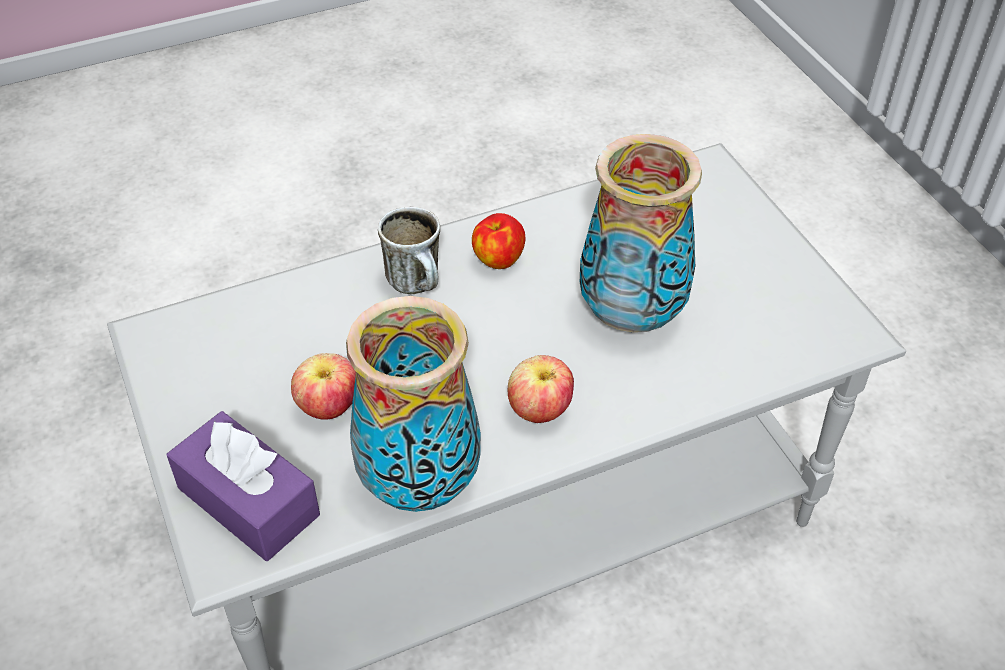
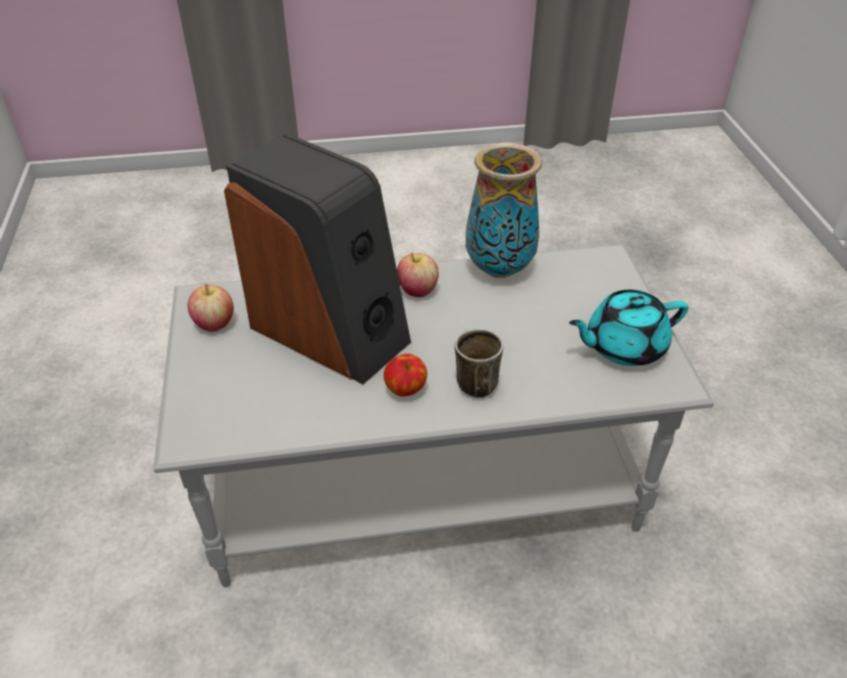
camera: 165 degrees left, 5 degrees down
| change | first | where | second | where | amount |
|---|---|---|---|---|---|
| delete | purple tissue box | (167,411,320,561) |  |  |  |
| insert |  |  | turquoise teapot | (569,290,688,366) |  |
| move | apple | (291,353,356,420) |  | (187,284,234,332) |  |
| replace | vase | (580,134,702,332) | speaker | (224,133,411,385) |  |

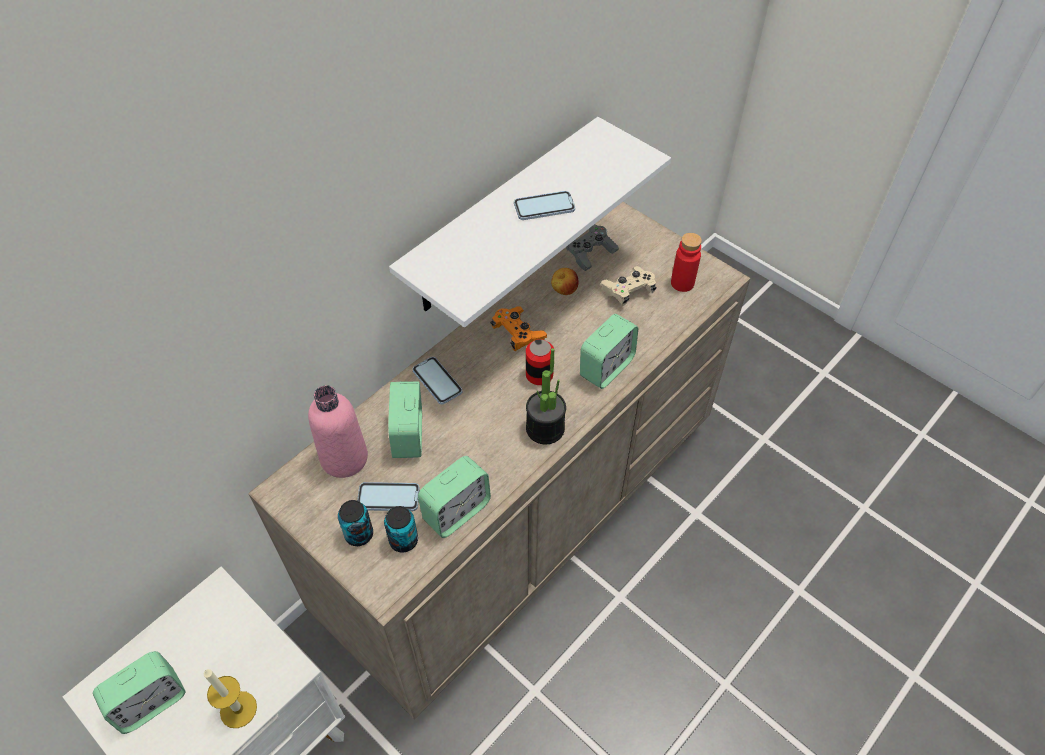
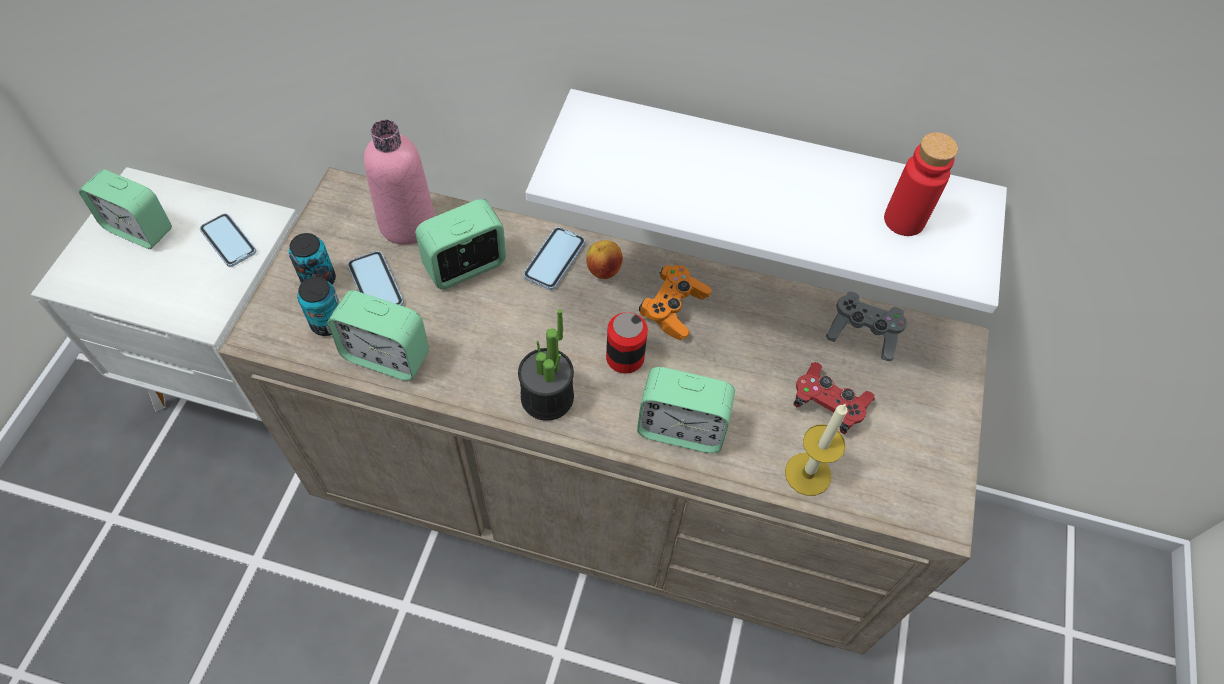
camera: 60 degrees right, 5 degrees up
| change | first | where | second | where | amount |
|---|---|---|---|---|---|
| move | candle | (204,669,257,728) |  | (785,403,848,496) |  |
| move | phone | (514,191,575,220) |  | (200,213,256,267) |  |
| move | apple | (551,268,579,295) |  | (586,240,623,279) |  |
| move | red bottle | (671,233,702,292) |  | (884,132,958,236) |  |
| recolor | beige game controller | (600,266,656,306) | red game controller | (794,362,875,434) |  |

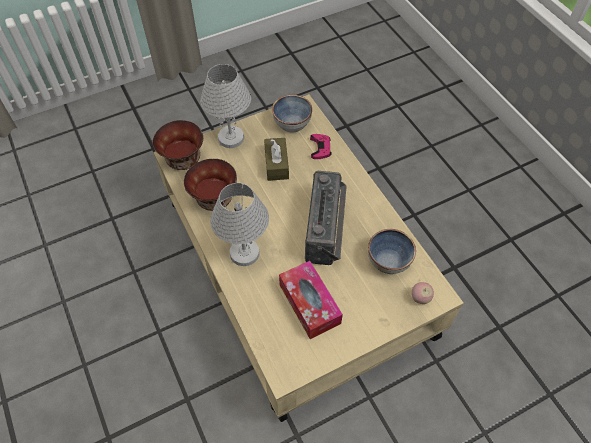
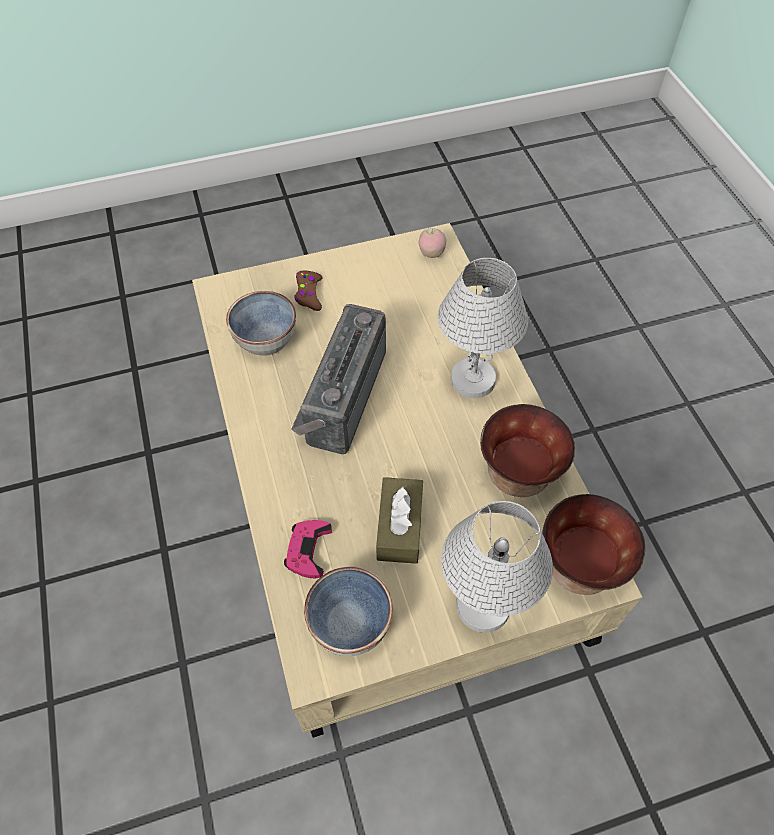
camera: 170 degrees left, 0 degrees up
| change | first | where | second | where | amount |
|---|---|---|---|---|---|
| delete | tissue box | (279,261,343,339) |  |  |  |
| insert |  |  | brown game controller | (294,271,323,311) |  |
| move | apple | (412,282,434,304) |  | (419,228,446,258) |  |

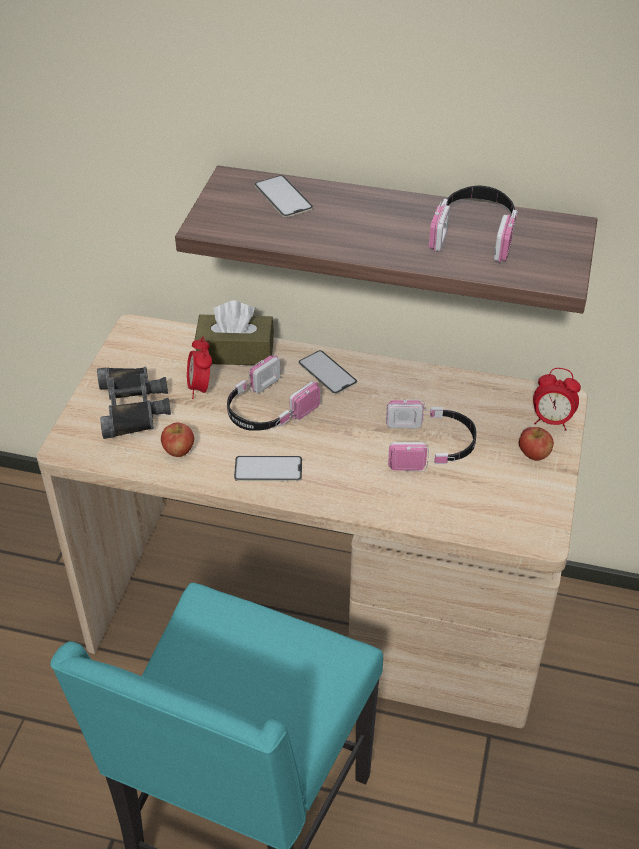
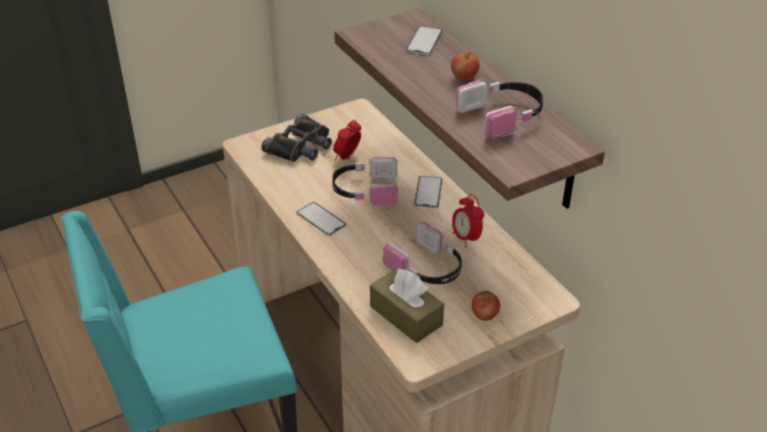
camera: 45 degrees right, 5 degrees down
| change | first | where | second | where | amount |
|---|---|---|---|---|---|
| move | apple | (161,422,194,457) |  | (451,52,480,81) |  |
| move | brown tissue box | (195,301,274,365) |  | (370,268,444,343) |  |
| move | alarm clock | (533,368,581,431) |  | (452,194,484,248) |  |

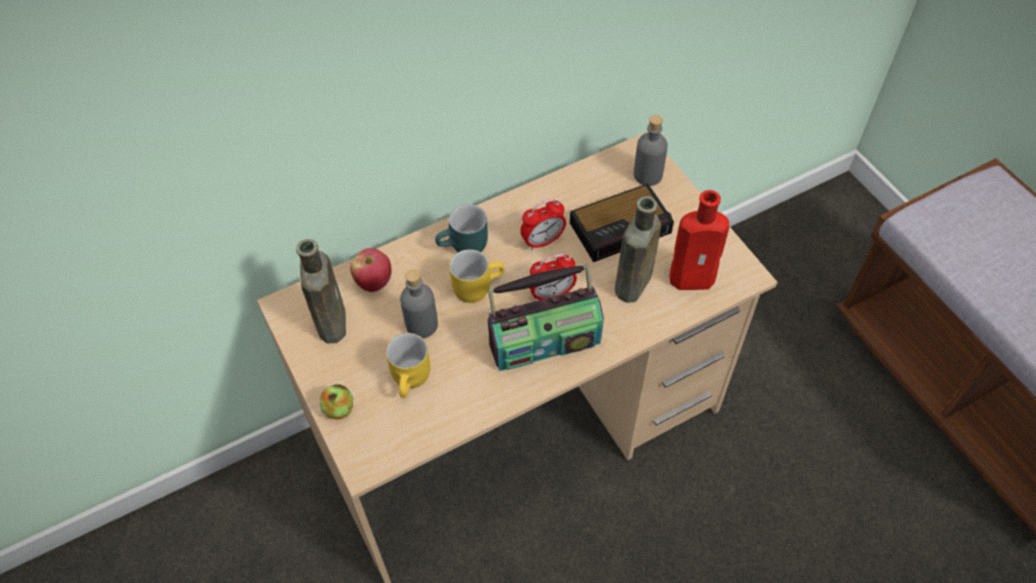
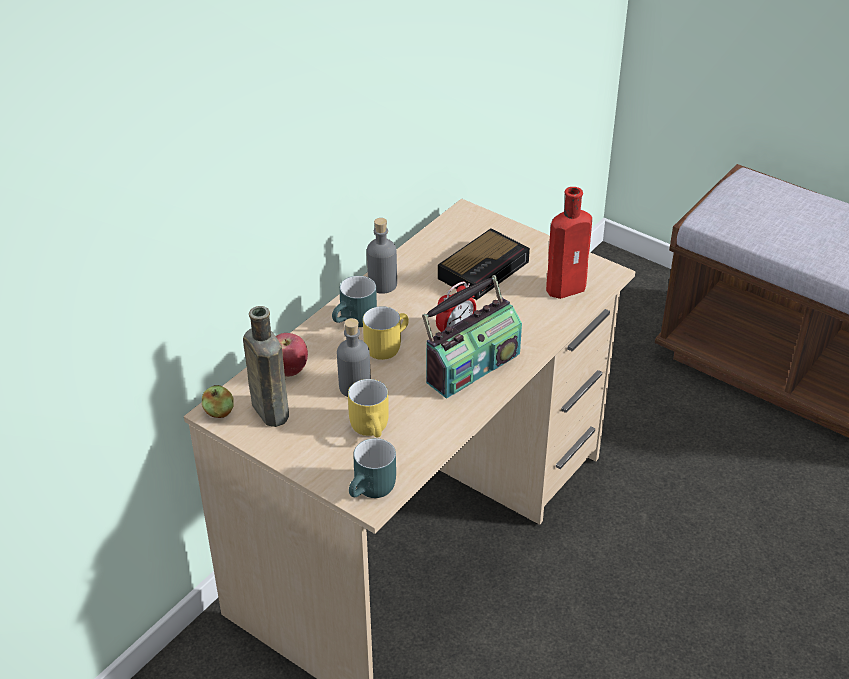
camera: 25 degrees left, 15 degrees down
| change | first | where | second | where | amount |
|---|---|---|---|---|---|
| delete | alarm clock | (520,199,566,250) |  |  |  |
| delete | brown bottle | (615,196,661,303) |  |  |  |
| insert |  |  | turquoise mug | (349,438,396,498) |  |
| move | apple | (320,385,353,419) |  | (202,385,234,418) |  |
| move | grey bottle | (634,115,668,186) |  | (367,218,397,294) |  |

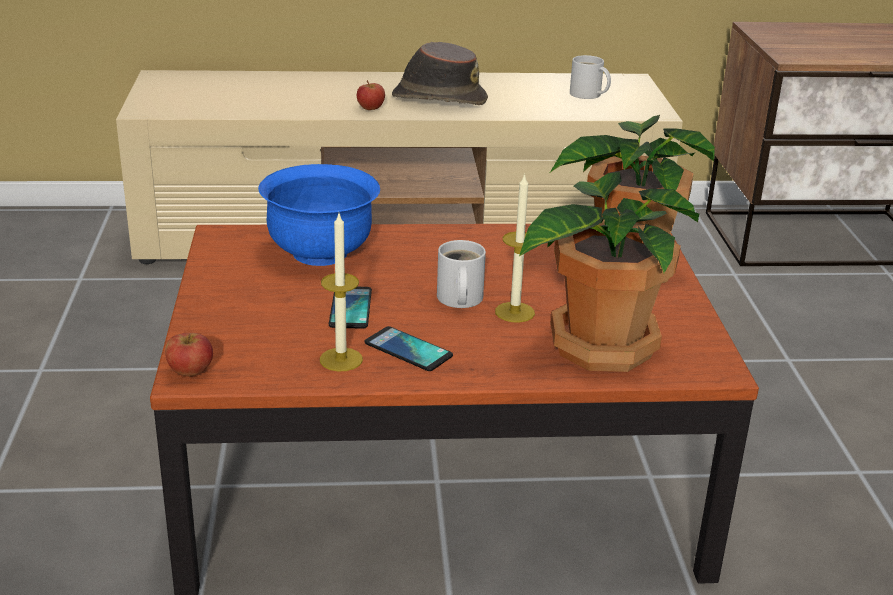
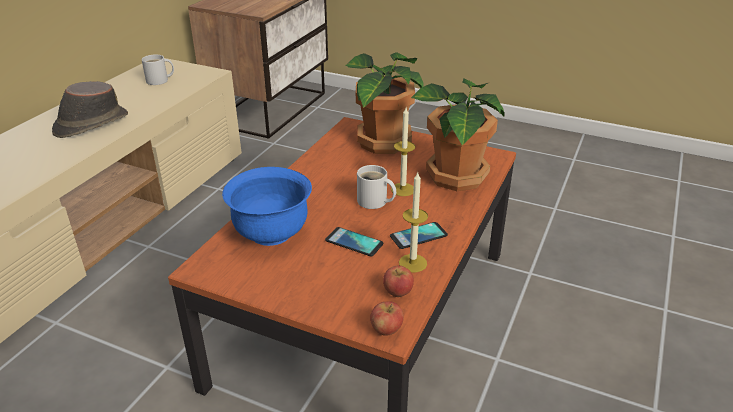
camera: 60 degrees left, 5 degrees up
| change | first | where | second | where | amount |
|---|---|---|---|---|---|
| move | apple | (357,80,385,110) |  | (383,265,414,297) |  |

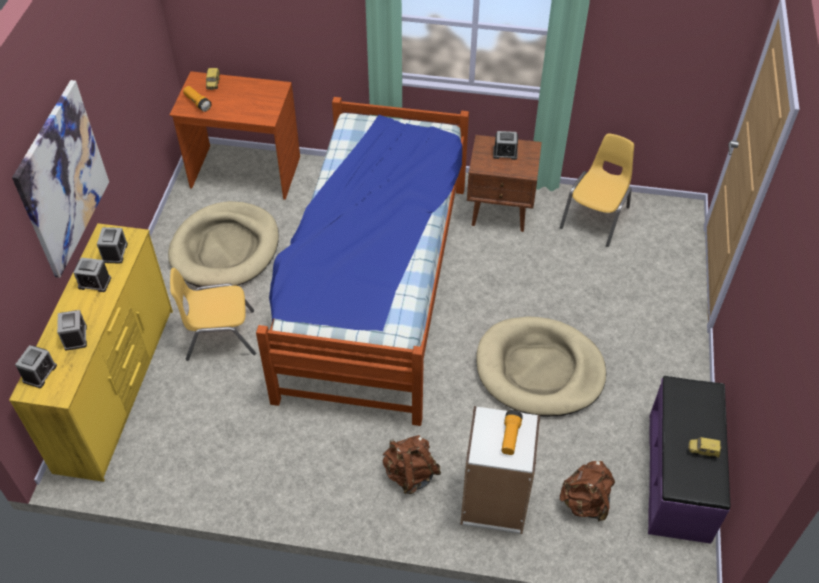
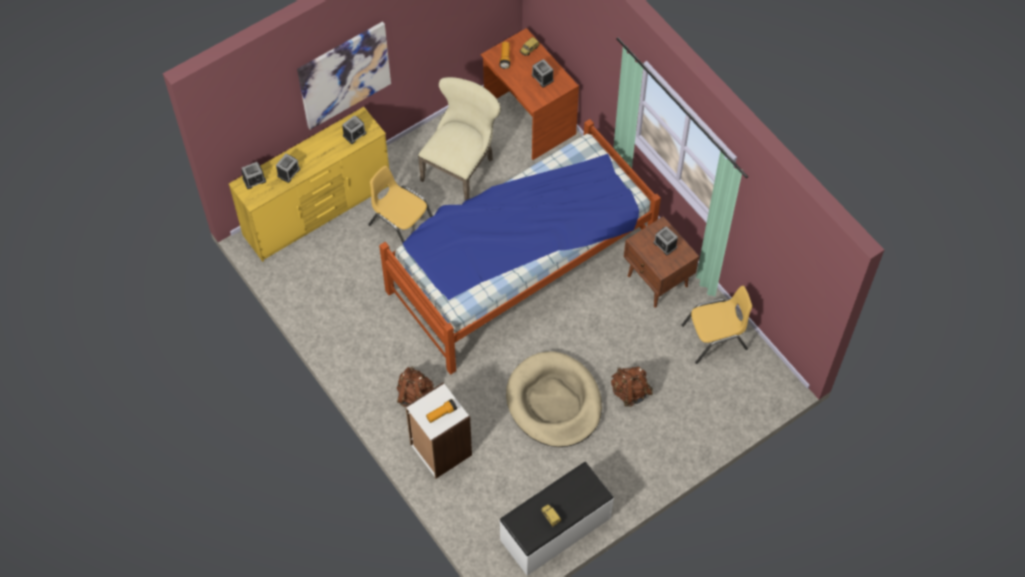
camera: 45 degrees right, 10 degrees up
| change | first | where | second | where | amount |
|---|---|---|---|---|---|
| move | alarm clock | (73,258,111,292) |  | (532,59,554,88) |  |
| move | brown backpack | (560,461,615,521) |  | (611,367,653,407) |  |
| replace | beige dog bed | (168,201,279,287) | beige chair | (418,77,501,200) |  |
| recolor | purple bench | (648,376,730,543) | white bench | (499,462,614,576) |  |

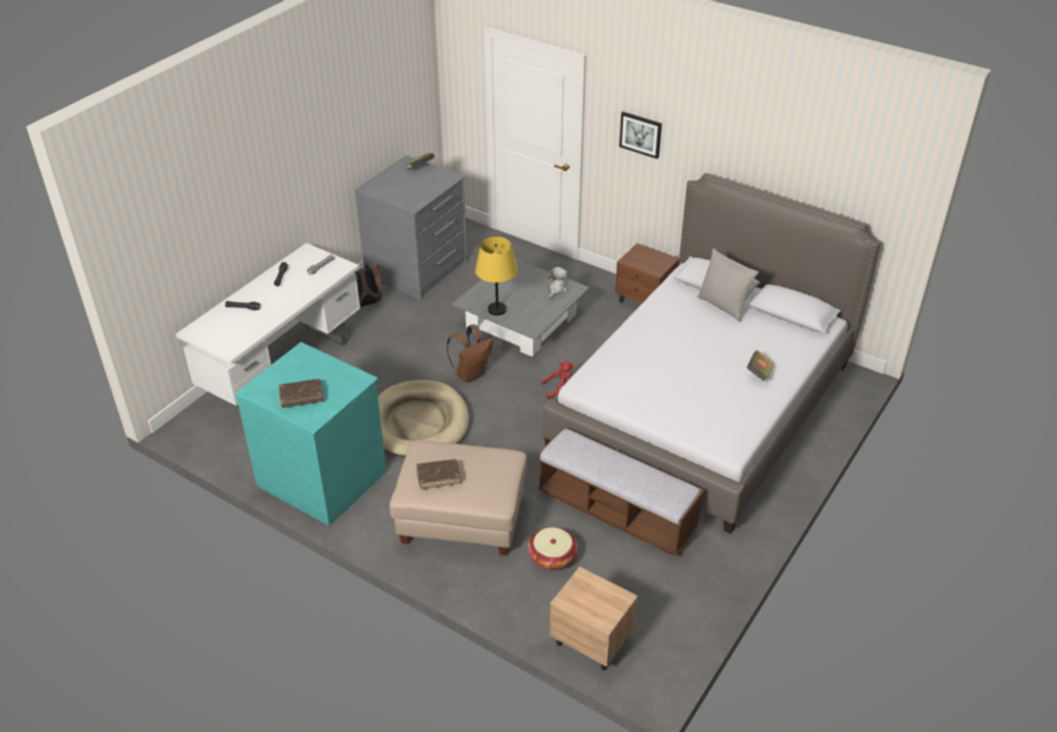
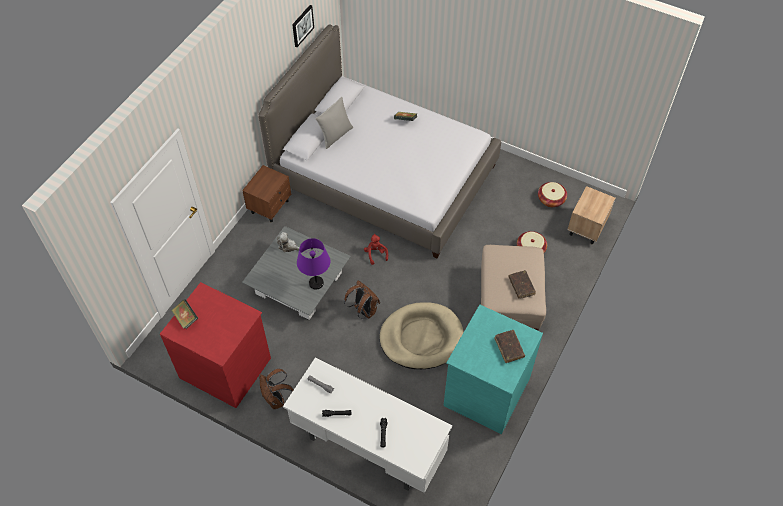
camera: 95 degrees left, 15 degrees up
| change | first | where | second | where | amount |
|---|---|---|---|---|---|
| delete | bench | (538,427,704,556) |  |  |  |
| insert |  |  | basket | (538,182,567,207) |  |
| move | picture | (619,112,662,159) |  | (292,5,314,47) |  |
| recolor | grey dresser | (354,155,467,300) | red dresser | (160,282,271,408) |  |
| recolor | yellow table lamp | (475,237,518,316) | purple table lamp | (297,238,330,290) |  |

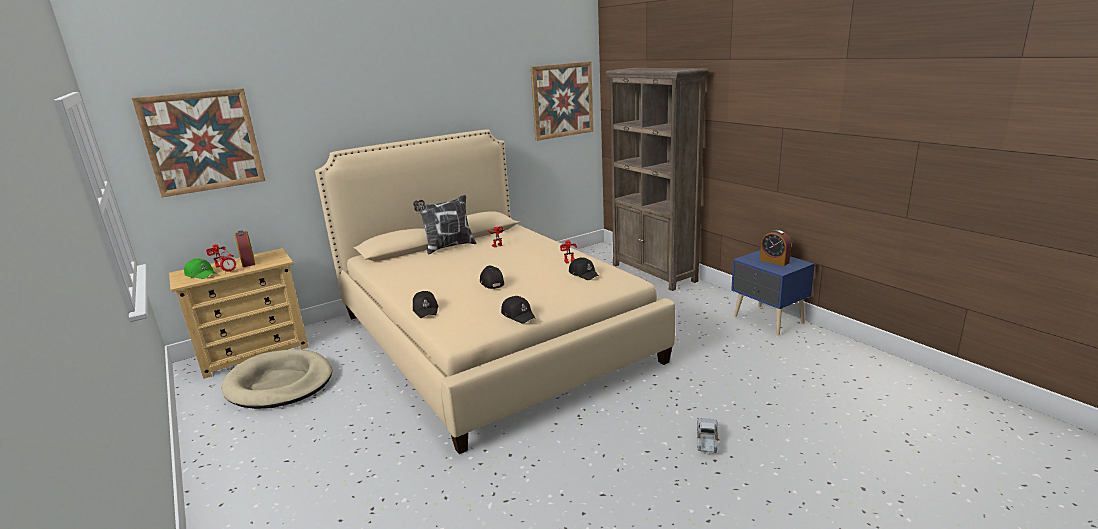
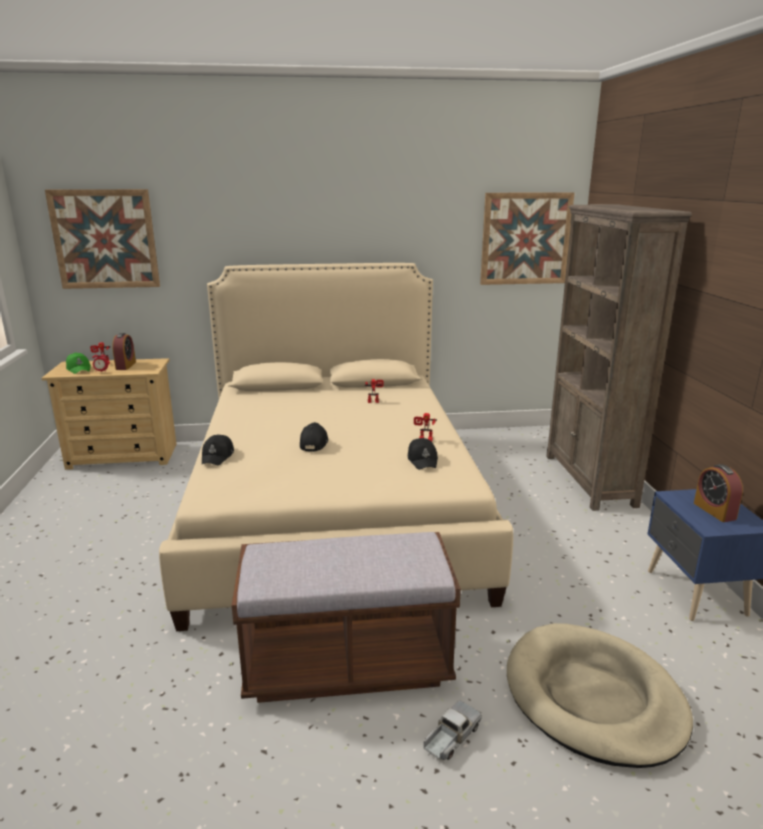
camera: 25 degrees right, 0 degrees up
| change | first | where | second | where | amount |
|---|---|---|---|---|---|
| delete | pillow | (413,195,477,254) |  |  |  |
| delete | black cap | (501,296,535,324) |  |  |  |
| insert |  |  | brown bench | (231,532,461,703) |  |
| move | beige dog bed | (222,349,332,409) |  | (507,623,693,768) |  |

